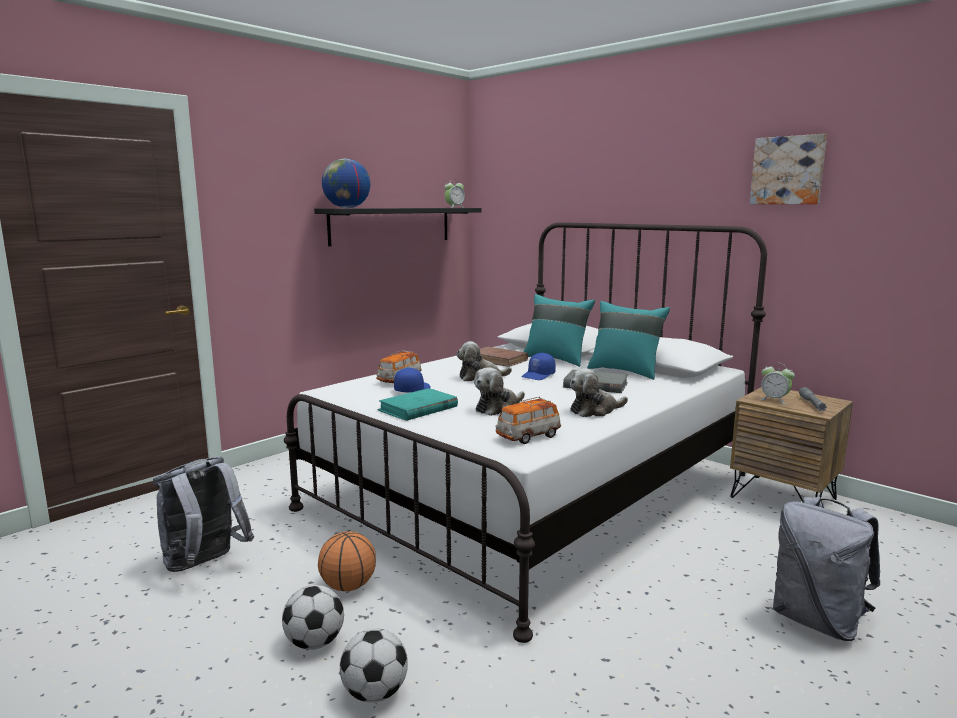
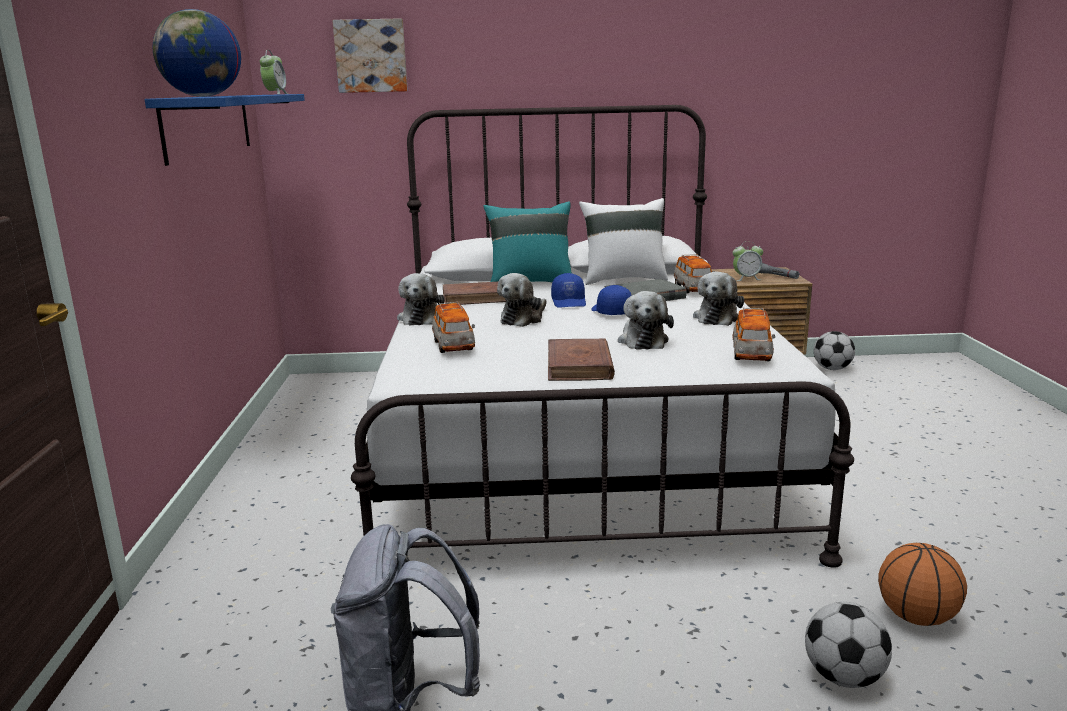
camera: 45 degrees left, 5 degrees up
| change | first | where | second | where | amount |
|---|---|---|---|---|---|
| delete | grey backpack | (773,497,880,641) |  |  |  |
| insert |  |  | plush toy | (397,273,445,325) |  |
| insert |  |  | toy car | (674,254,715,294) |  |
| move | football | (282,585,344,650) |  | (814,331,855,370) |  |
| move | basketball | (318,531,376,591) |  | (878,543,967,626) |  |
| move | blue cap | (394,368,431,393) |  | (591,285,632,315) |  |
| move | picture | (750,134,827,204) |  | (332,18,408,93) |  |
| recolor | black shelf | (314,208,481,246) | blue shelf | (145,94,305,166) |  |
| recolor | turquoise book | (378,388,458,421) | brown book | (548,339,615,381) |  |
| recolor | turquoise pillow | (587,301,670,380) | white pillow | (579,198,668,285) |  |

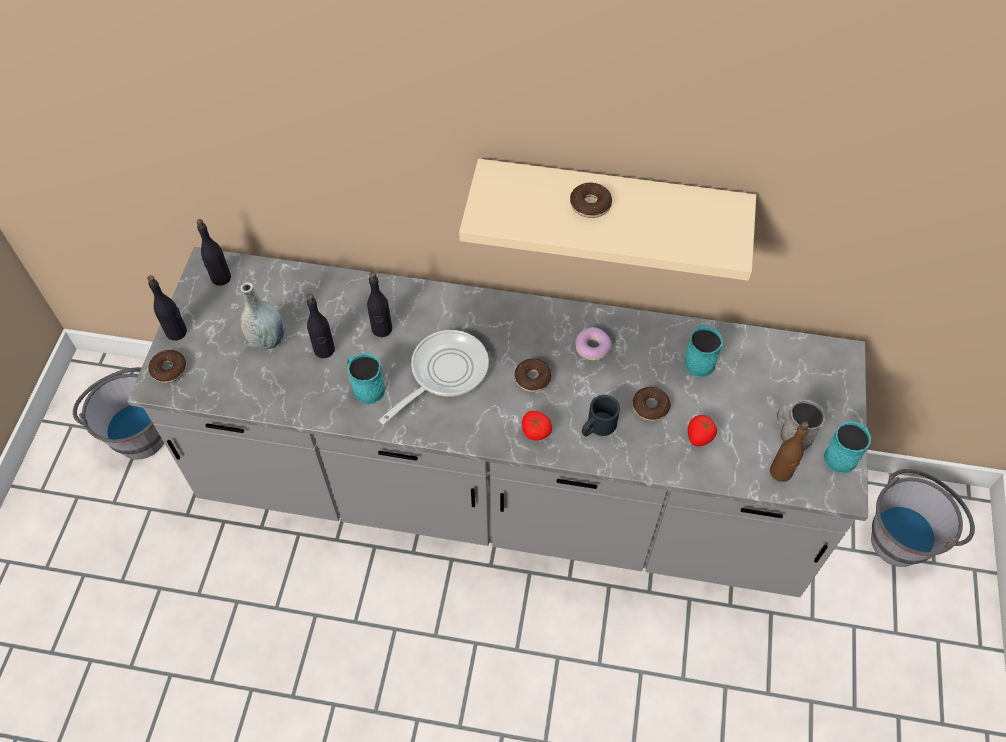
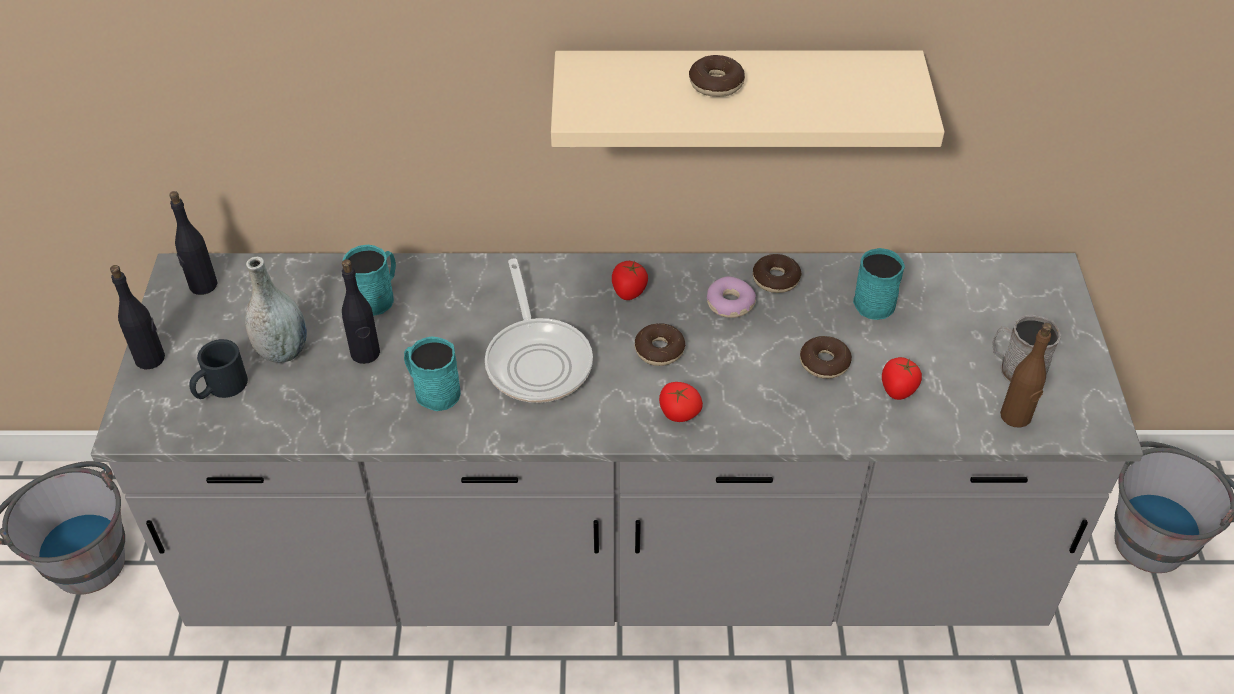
camera: 10 degrees left, 10 degrees down
| change | first | where | second | where | amount |
|---|---|---|---|---|---|
| delete | black bottle | (367,272,392,337) |  |  |  |
| insert |  |  | tomato | (612,261,648,300) |  |
| move | donut | (149,350,186,383) |  | (753,254,802,293) |  |
| move | black mug | (582,395,620,436) |  | (189,339,248,399) |  |
| move | turquoise mug | (824,421,871,473) |  | (343,245,396,316) |  |
| rotate | frying pan | (379,330,489,424) |  | (485,259,593,403) | 135 degrees clockwise |

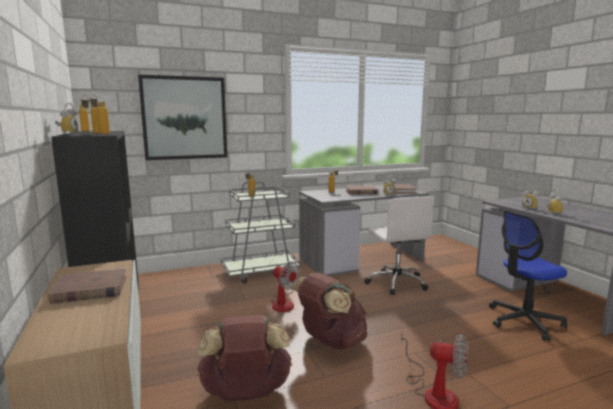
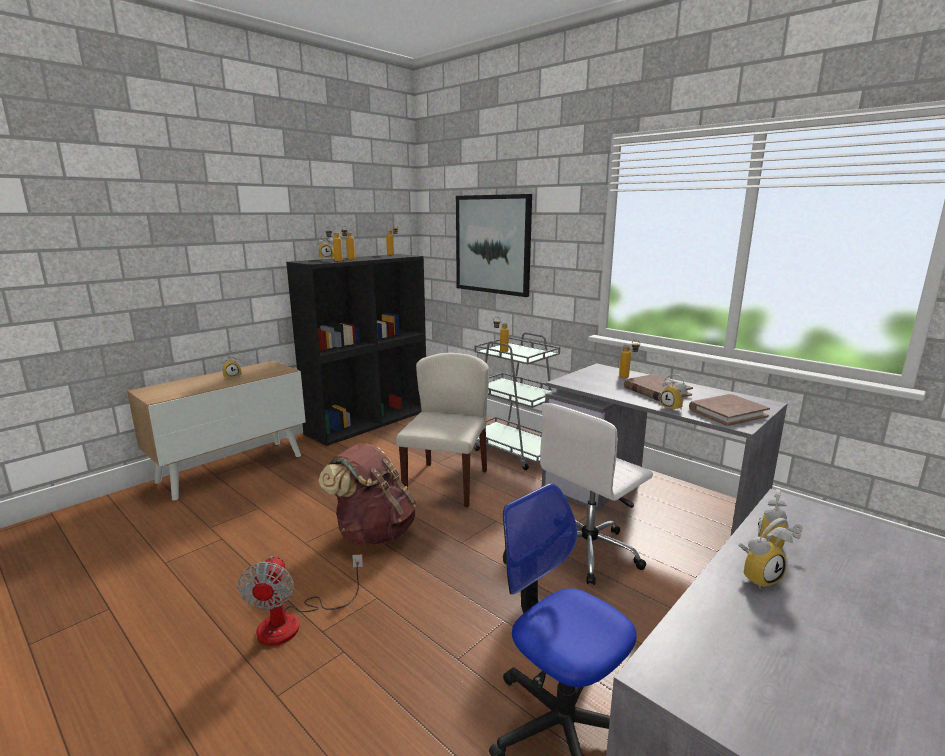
camera: 65 degrees right, 5 degrees up
| change | first | where | second | where | amount |
|---|---|---|---|---|---|
| delete | brown backpack | (197,315,292,401) |  |  |  |
| replace | brown book | (48,268,126,304) | alarm clock | (221,349,242,379) |  |
| replace | fan | (271,262,300,312) | beige chair | (396,353,489,507) |  |

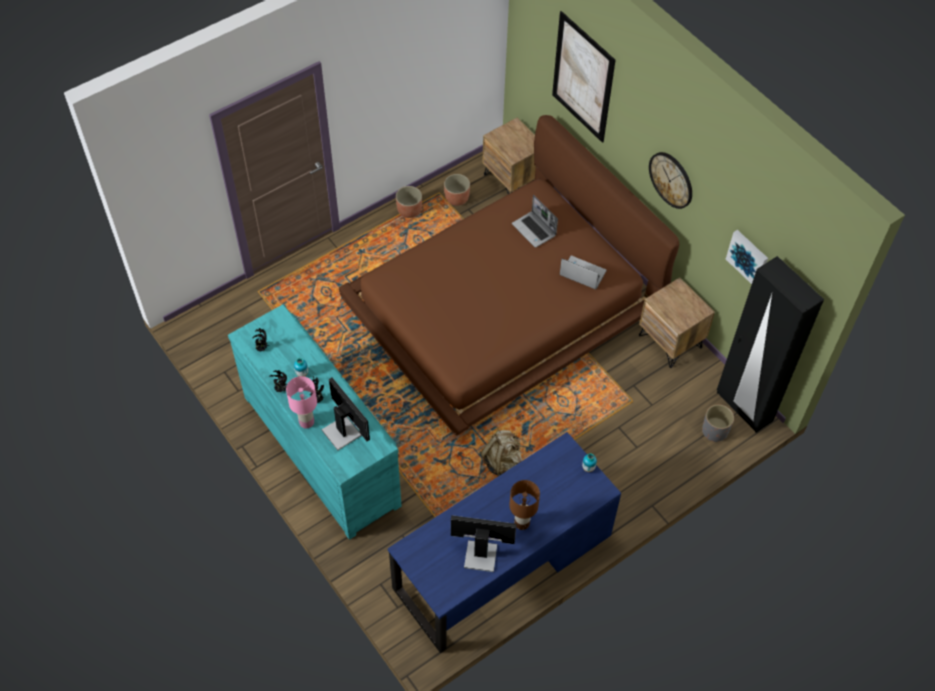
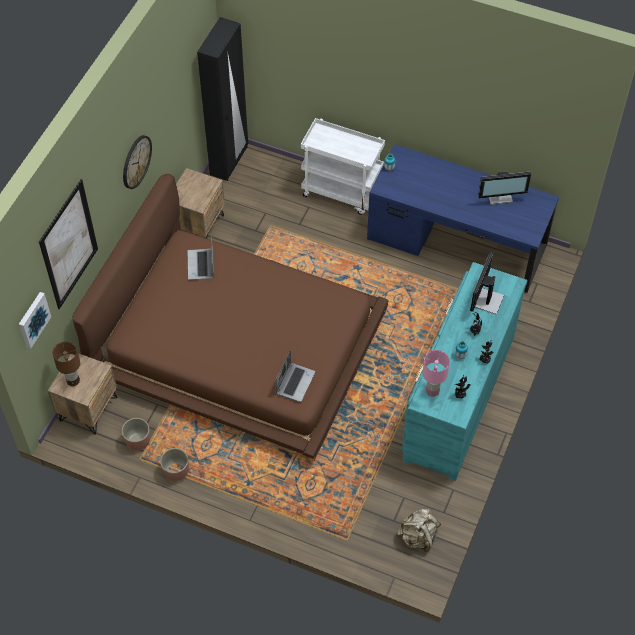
camera: 120 degrees left, 0 degrees up
| change | first | where | second | where | amount |
|---|---|---|---|---|---|
| delete | grey planter | (702,404,734,442) |  |  |  |
| insert |  |  | white cart | (301,118,385,215) |  |
| move | pink table lamp | (286,376,317,429) |  | (422,350,450,397) |  |
| move | beige backpack | (480,430,522,476) |  | (397,509,441,552) |  |
| move | brown table lamp | (509,480,540,530) |  | (52,341,80,386) |  |
| move | laptop | (512,195,558,248) |  | (275,349,315,402) |  |
| move | picture | (726,230,768,284) |  | (19,292,51,349) |  |
| rotate | monitor | (451,515,517,572) |  | (478,171,531,205) | 75 degrees counterclockwise |

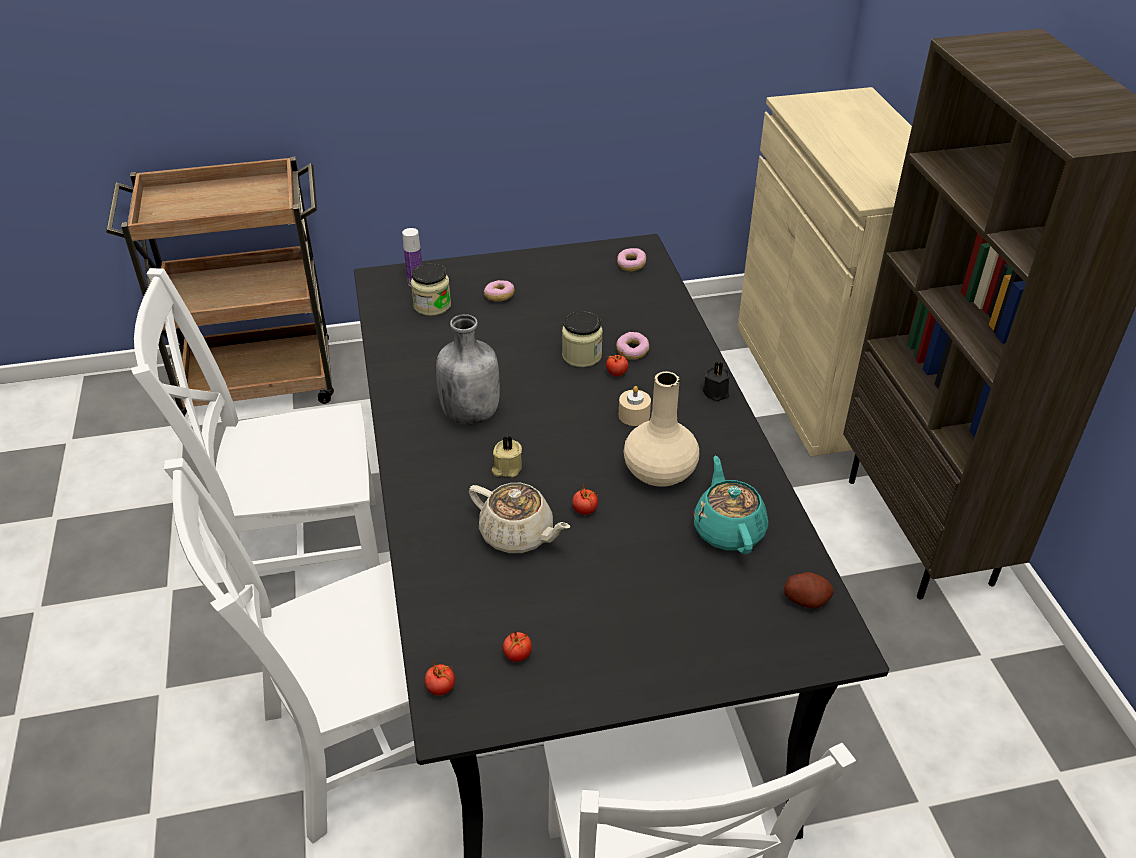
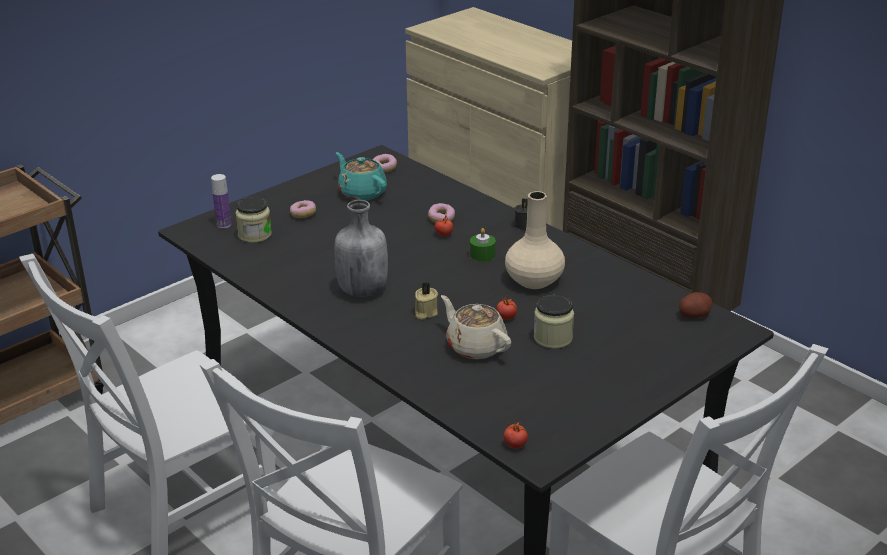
camera: 30 degrees left, 10 degrees down
| change | first | where | second | where | amount |
|---|---|---|---|---|---|
| delete | tomato | (503,630,532,662) |  |  |  |
| move | jar | (562,312,603,367) |  | (534,295,574,349) |  |
| move | turquoise teapot | (693,455,768,554) |  | (336,152,387,201) |  |
| recolor | beige candle | (619,386,651,426) | green candle | (470,228,496,262) |  |
| rotate | beige teapot | (469,483,570,553) |  | (441,295,511,359) | 135 degrees counterclockwise |

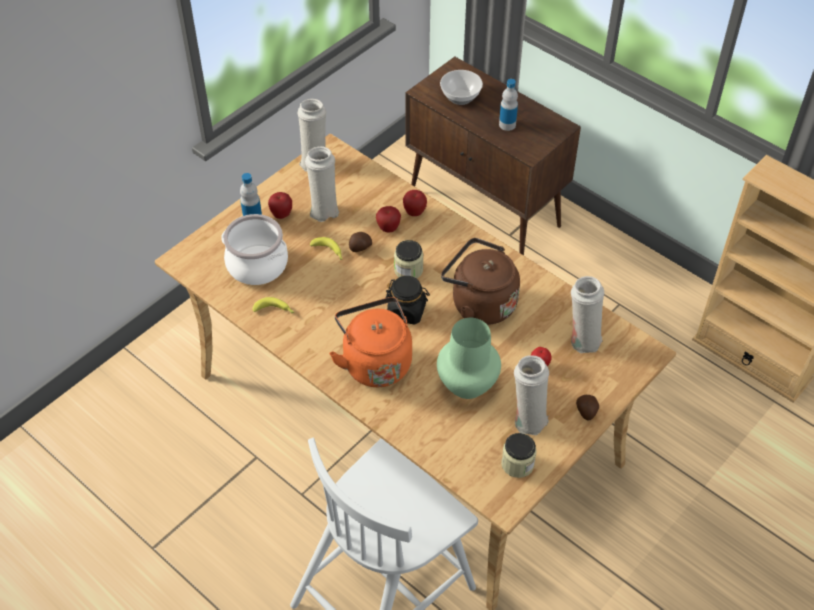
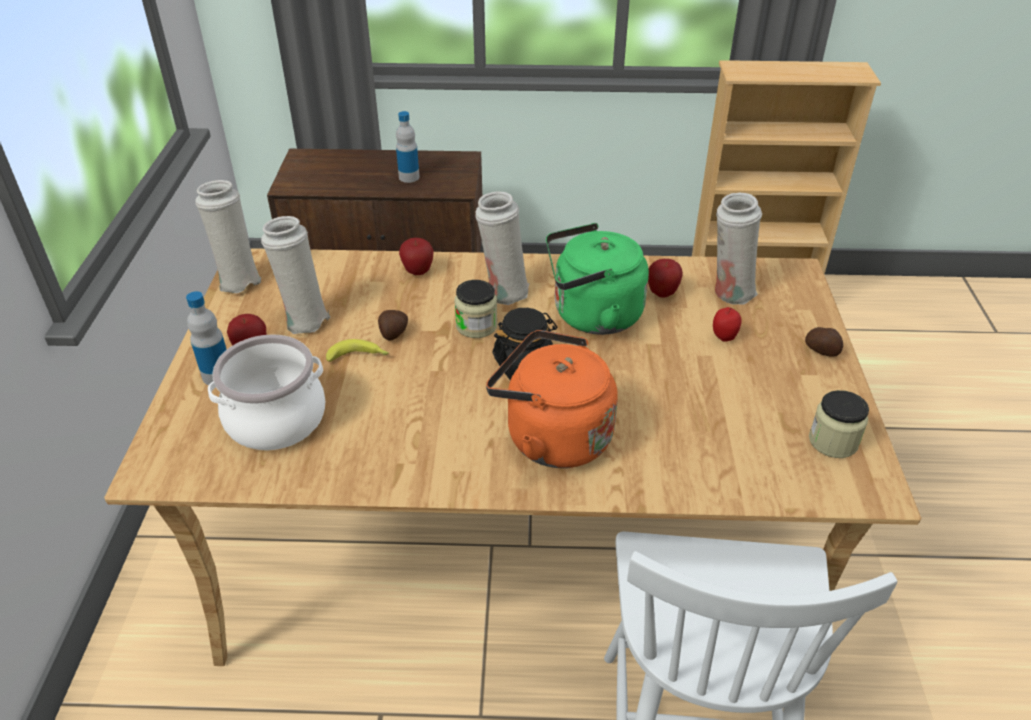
camera: 40 degrees left, 10 degrees down
| change | first | where | second | where | amount |
|---|---|---|---|---|---|
| delete | banana | (253,297,295,314) |  |  |  |
| delete | green vase | (437,318,501,399) |  |  |  |
| delete | bowl | (440,70,483,105) |  |  |  |
| move | apple | (376,206,401,233) |  | (648,259,683,298) |  |
| move | white vase | (514,355,549,435) |  | (475,191,529,305) |  |
| recolor | brown kettle | (441,238,520,325) | green kettle | (546,223,649,335) |  |

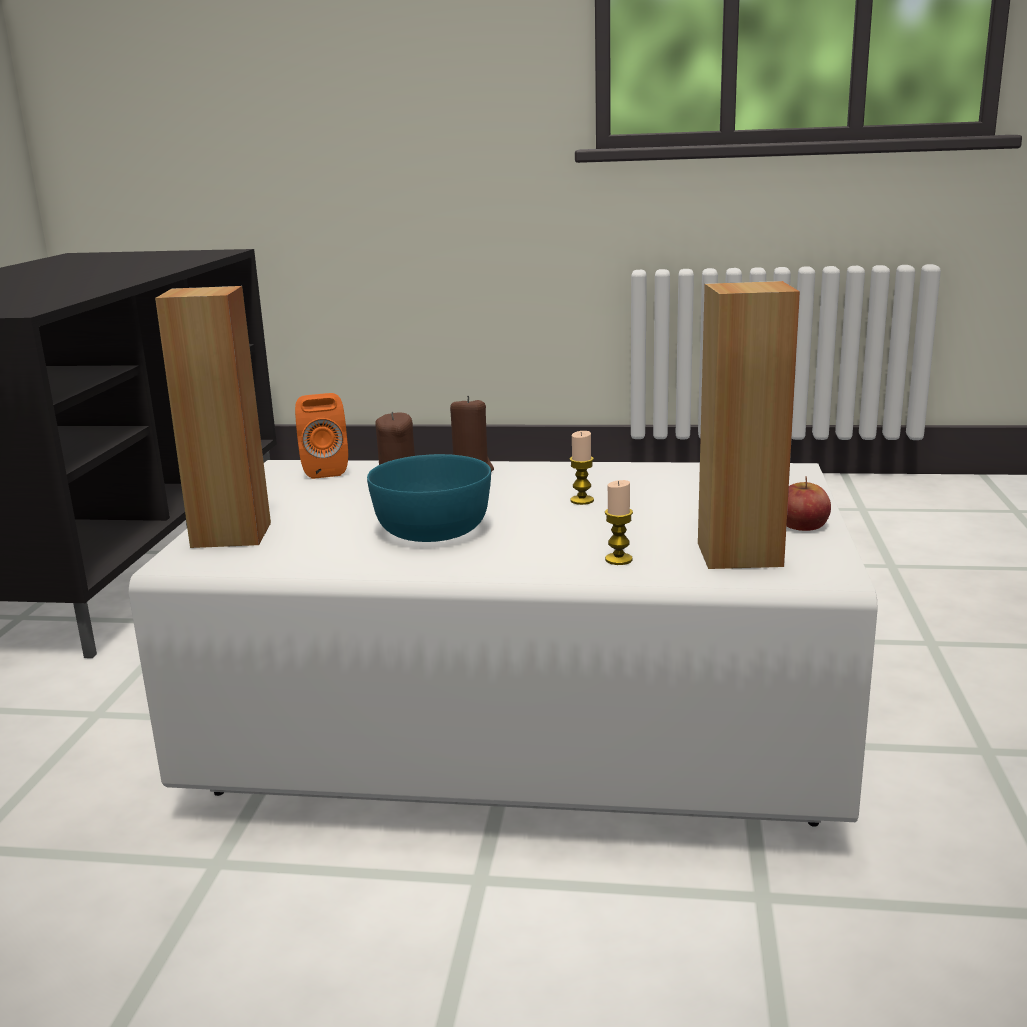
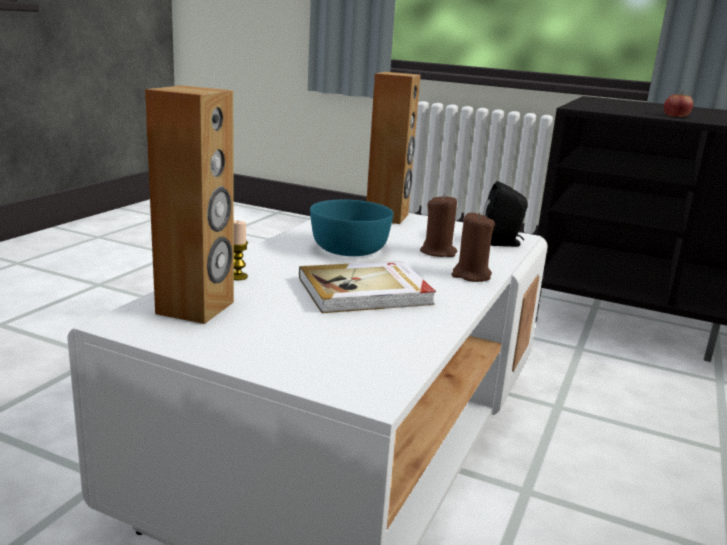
camera: 105 degrees right, 0 degrees up
| change | first | where | second | where | amount |
|---|---|---|---|---|---|
| move | apple | (787,476,831,531) |  | (664,90,693,117) |  |
| replace | candle | (570,431,594,505) | book | (299,261,436,313) |  |
| recolor | orange speaker | (295,393,348,479) | black speaker | (483,181,528,247) |  |

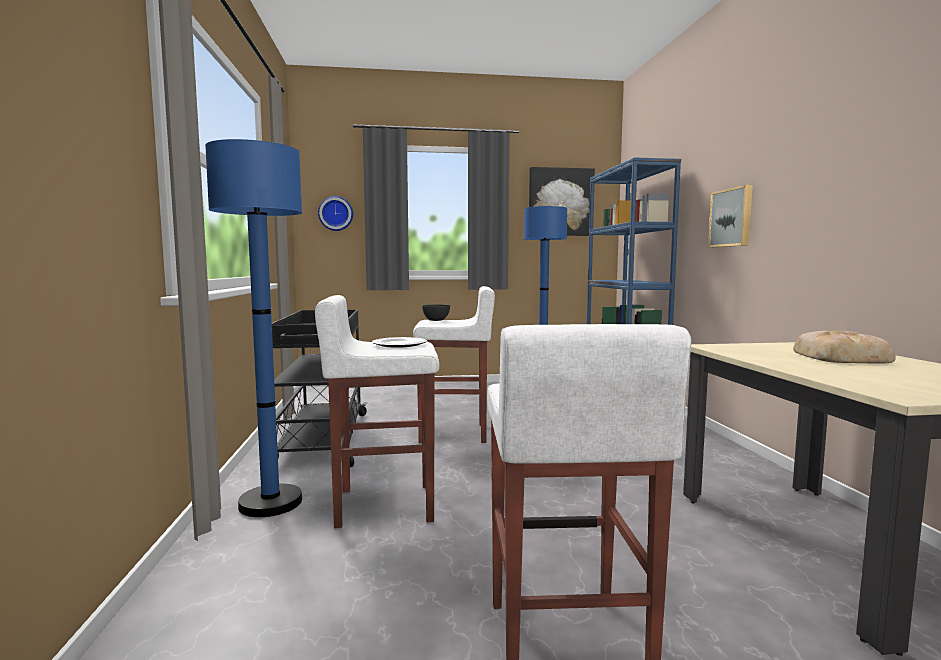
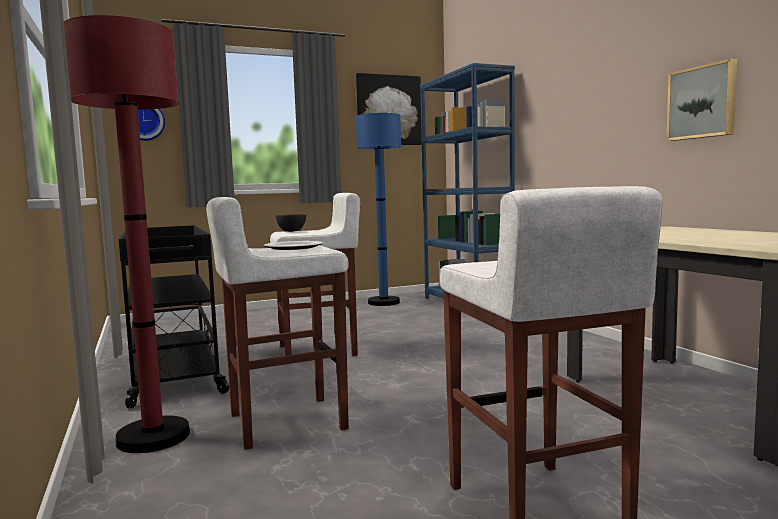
camera: 15 degrees left, 0 degrees up
| change | first | where | second | where | amount |
|---|---|---|---|---|---|
| delete | bread | (793,331,896,364) |  |  |  |
| move | picture | (708,185,753,247) |  | (667,59,737,141) |  |
| recolor | blue floor lamp | (205,139,302,517) | red floor lamp | (64,15,190,453) |  |

